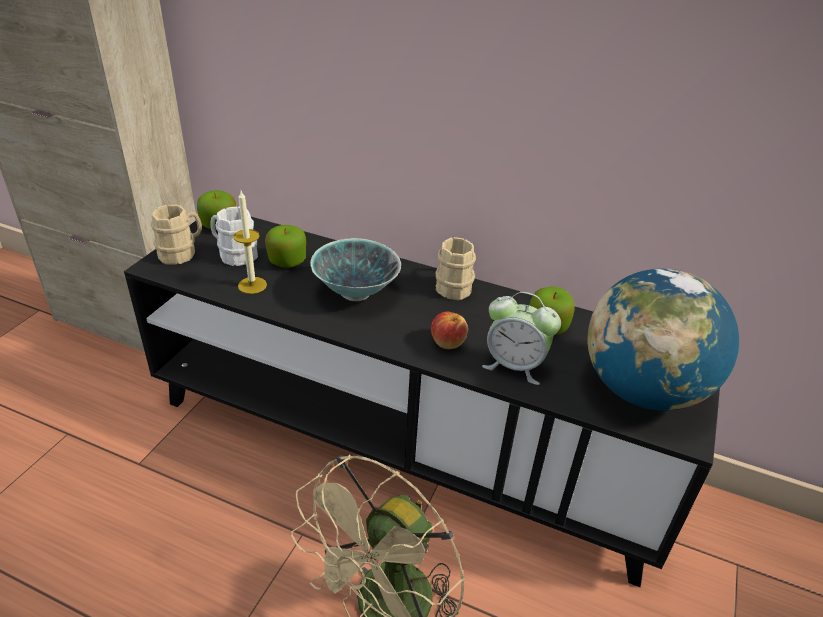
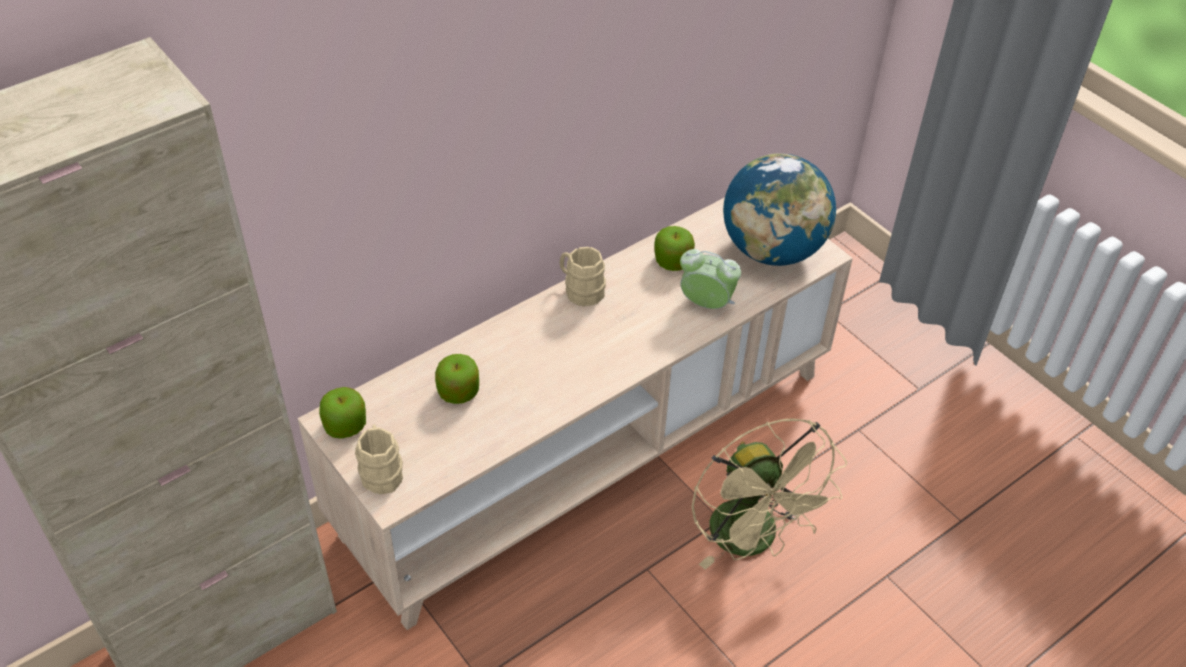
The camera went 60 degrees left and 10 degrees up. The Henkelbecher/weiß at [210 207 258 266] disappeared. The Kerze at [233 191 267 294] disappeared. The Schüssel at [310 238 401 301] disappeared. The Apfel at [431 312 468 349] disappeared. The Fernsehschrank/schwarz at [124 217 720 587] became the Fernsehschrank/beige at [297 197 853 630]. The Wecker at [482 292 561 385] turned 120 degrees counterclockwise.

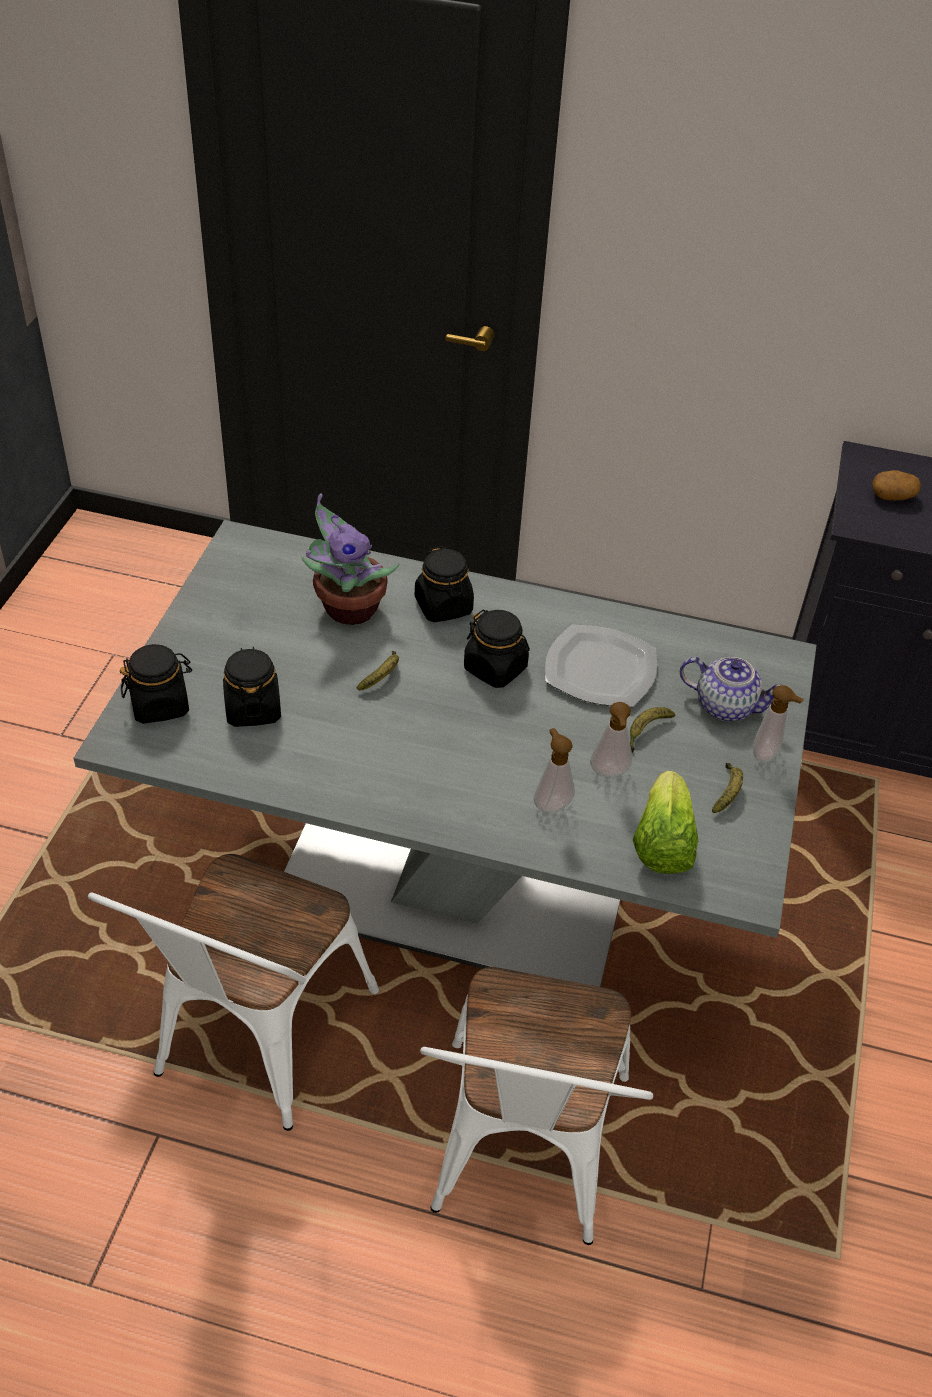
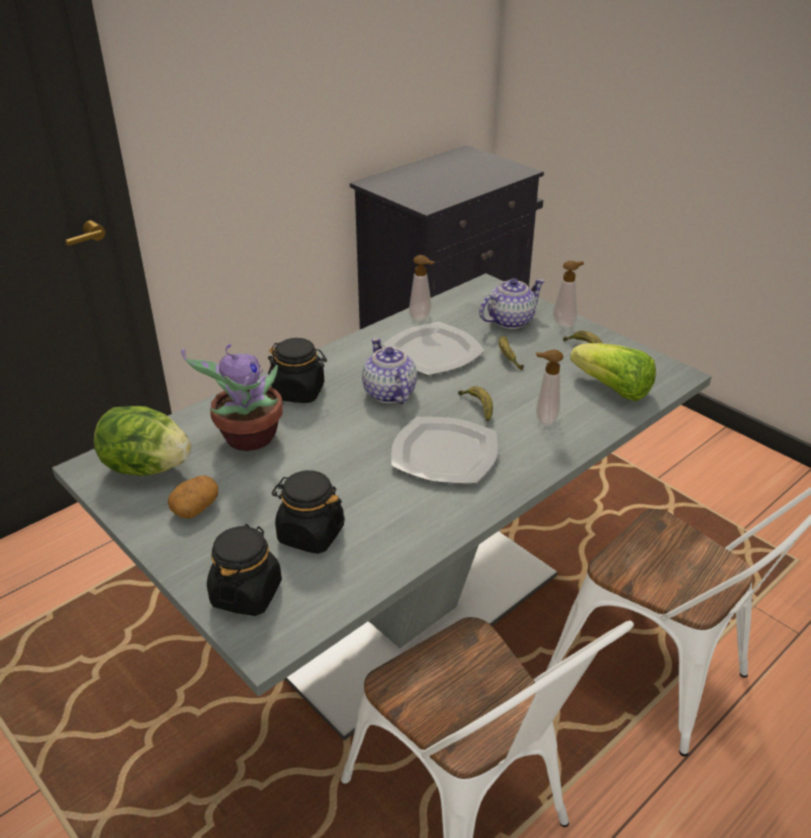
The camera went 55 degrees left and 10 degrees down. The Salatkopf at [94 406 191 476] appeared. The Teller at [391 417 498 484] appeared. The Banane moved from [357 651 399 690] to [458 386 493 422]. The Seifenspender moved from [590 702 633 777] to [409 255 434 322]. The Kartoffel moved from [872 470 921 500] to [168 475 218 518]. The Vorratsglas/schwarz at [464 610 530 688] was replaced by the Teekanne at [362 338 417 404].

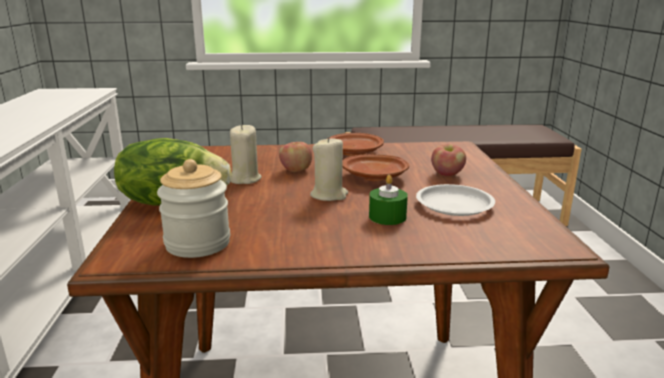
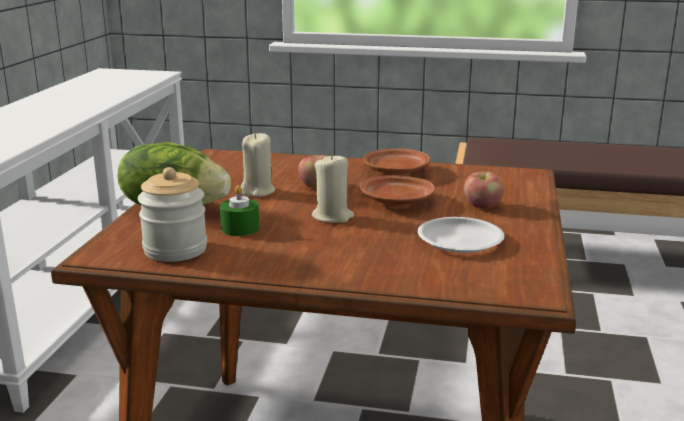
The camera went 15 degrees right and 0 degrees up. The Kerze/grün moved from [369 175 408 225] to [220 185 260 236].

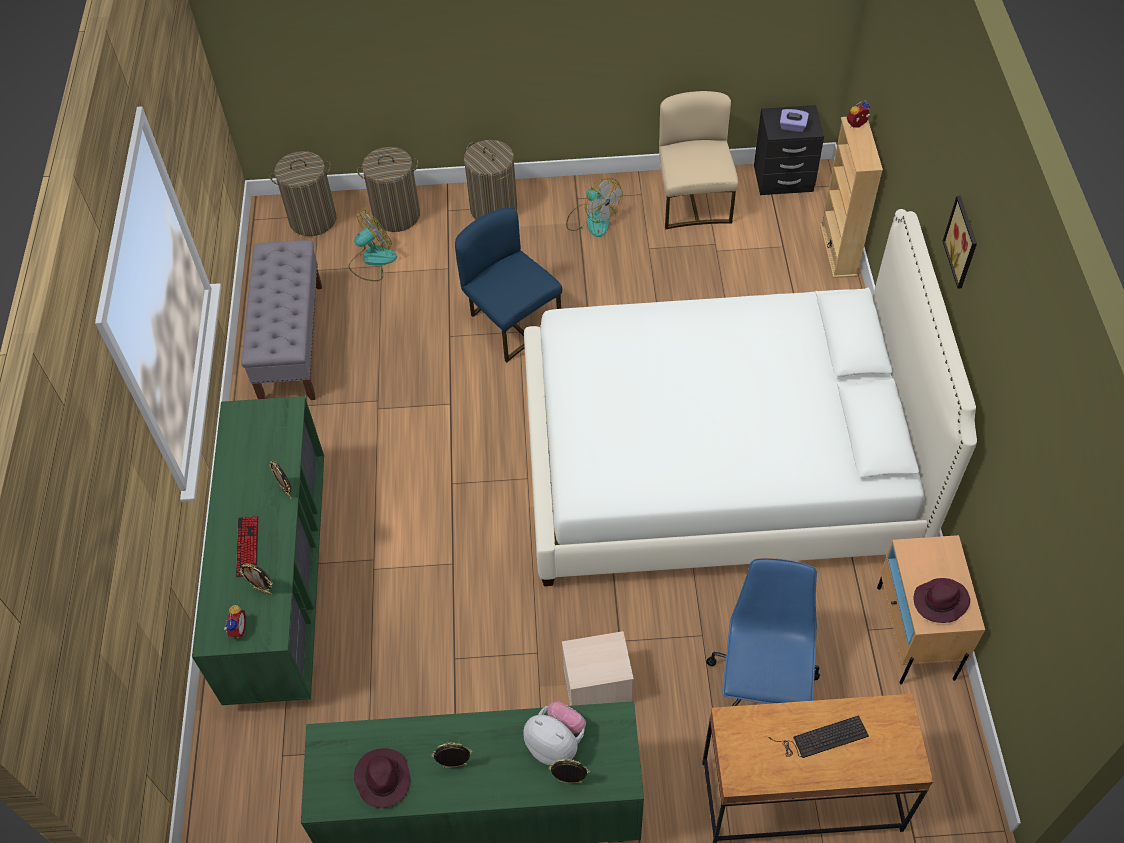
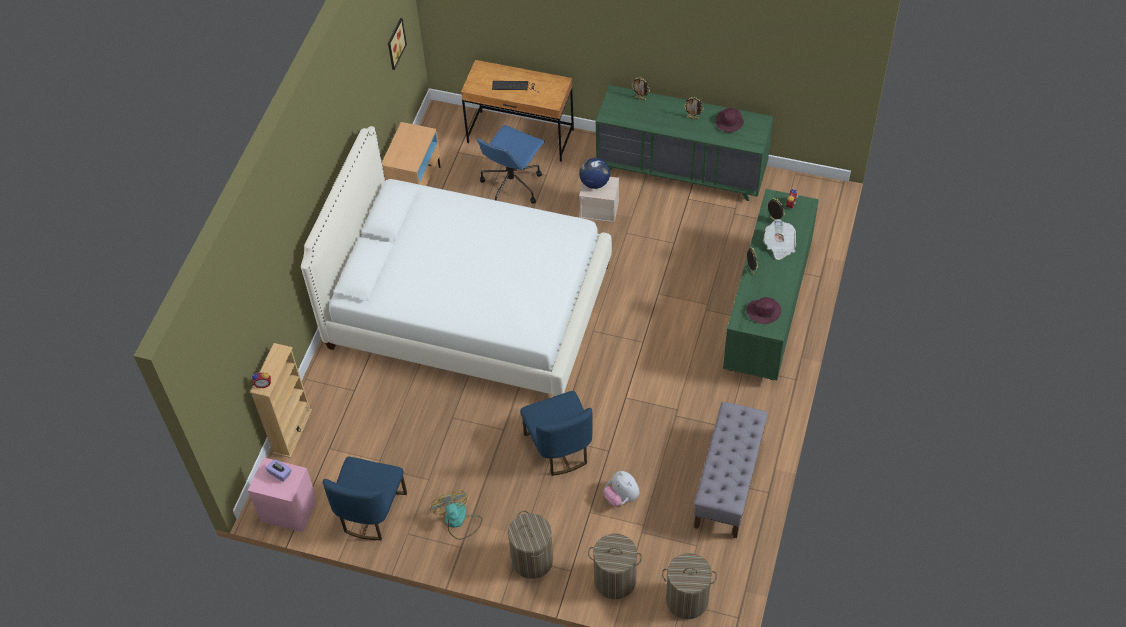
The camera went 160 degrees left and 0 degrees up. The Ventilator at [349 210 397 281] disappeared. The Globus at [579 158 610 189] appeared. The Plüschtier moved from [523 701 586 766] to [603 471 639 507]. The Hut/lila moved from [913 578 970 623] to [747 297 781 324]. The Bild moved from [943 196 977 288] to [388 18 407 70]. The Tastatur at [236 516 259 577] was replaced by the Zeitung at [764 219 796 260]. The Stuhl/beige at [659 91 738 229] became the Stuhl/blau at [323 457 407 540]. The Nachttisch/schwarz at [754 105 824 195] became the Nachttisch/rosa at [248 457 317 532].

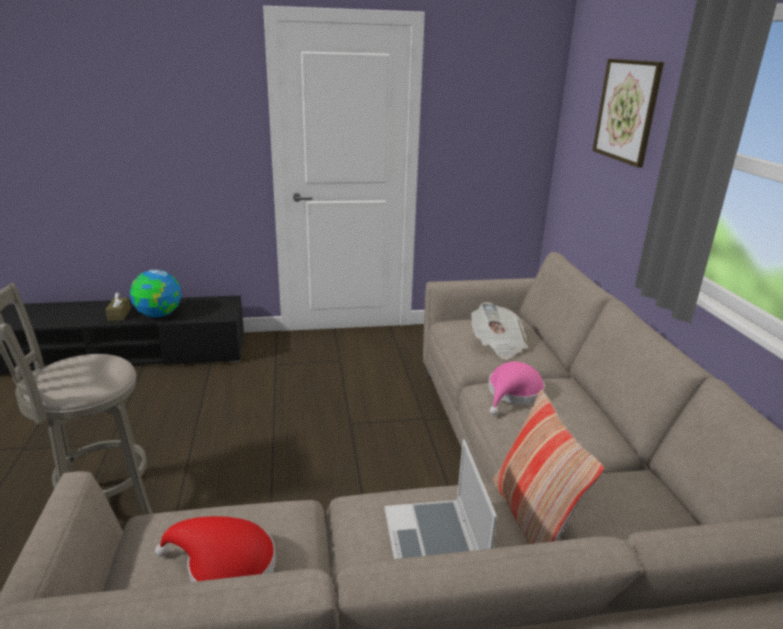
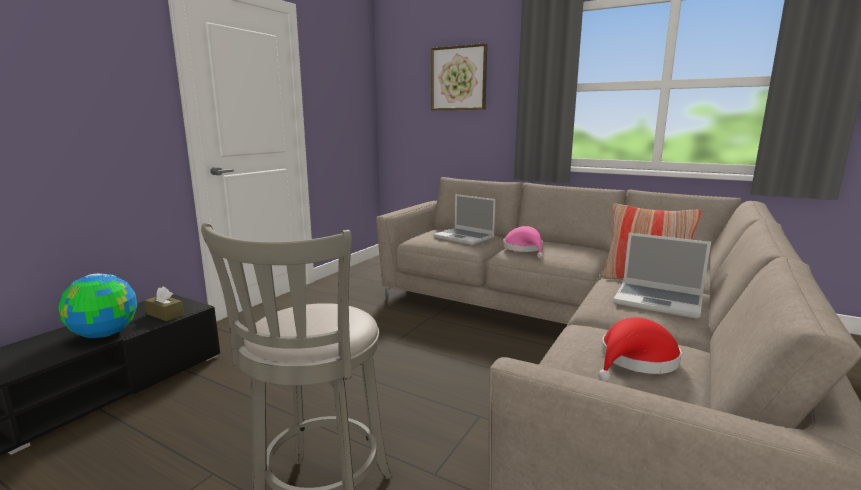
The camera went 50 degrees left and 10 degrees down. The Taschentuchbox/braun moved from [105 292 131 321] to [145 286 184 321]. The Zeitung at [471 302 528 360] was replaced by the Laptop at [433 194 496 245].

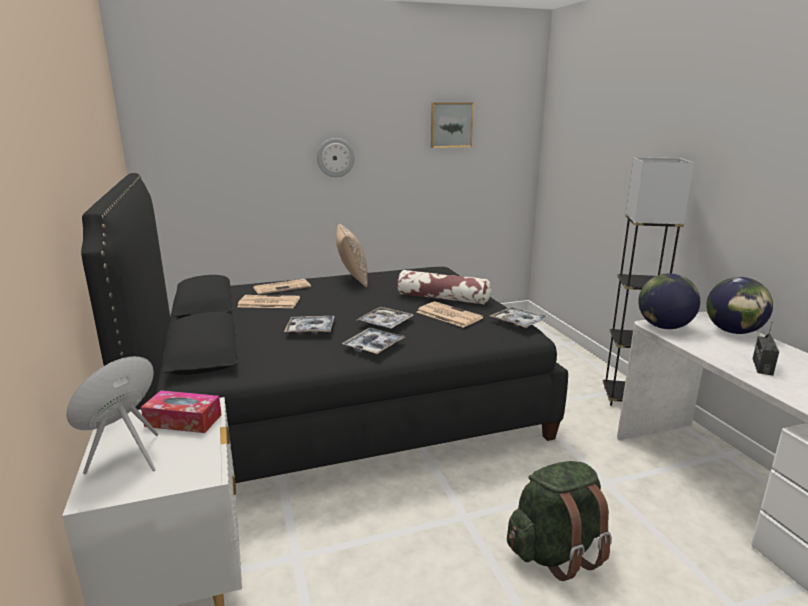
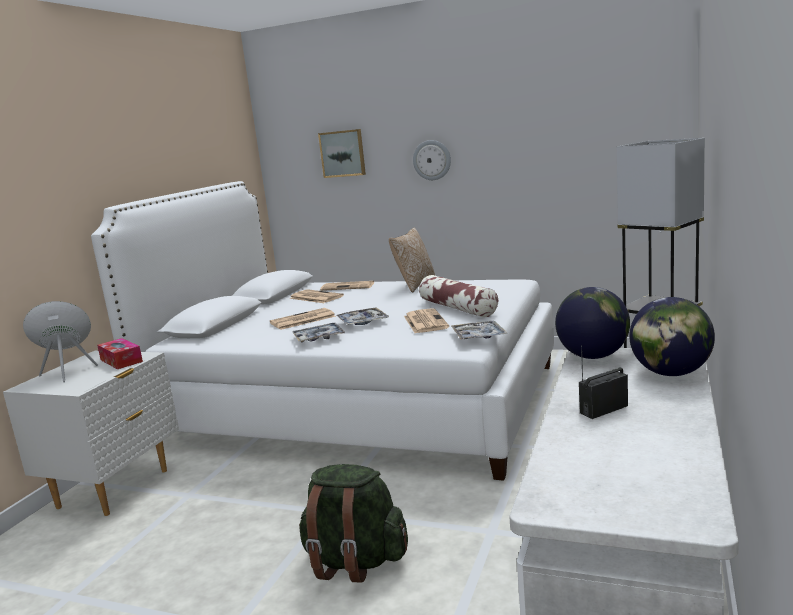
The camera went 40 degrees right and 5 degrees down. The Bild moved from [431 103 474 148] to [318 129 366 178]. The Tablett at [284 316 335 334] was replaced by the Zeitung at [270 308 336 330]. The Bett/schwarz at [81 173 568 483] became the Bett/weiß at [91 181 554 481].

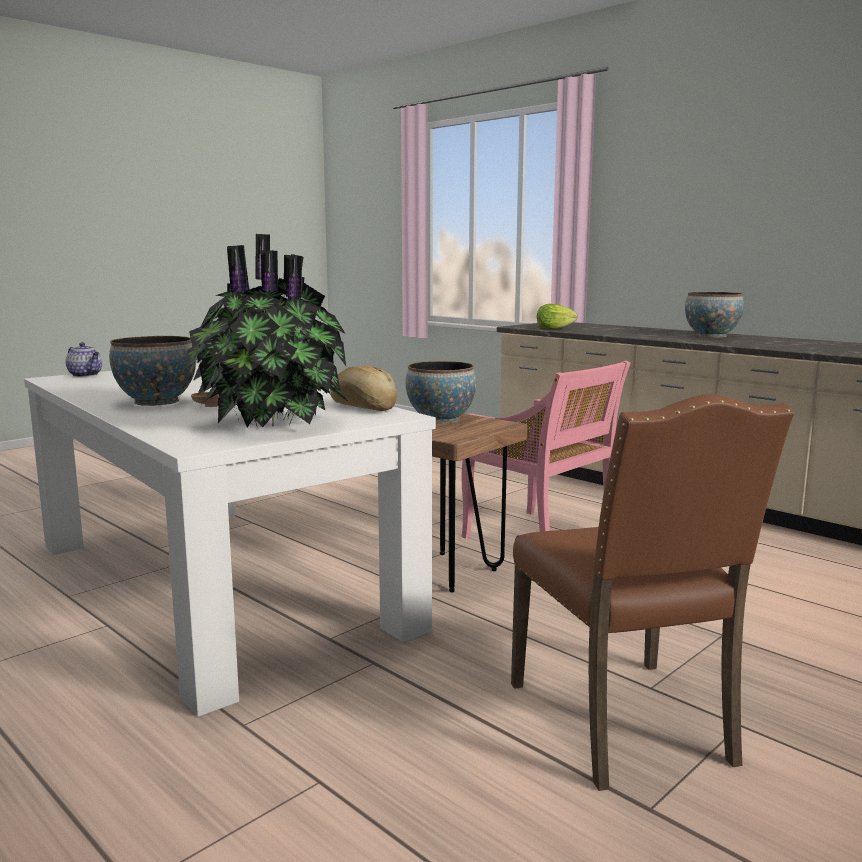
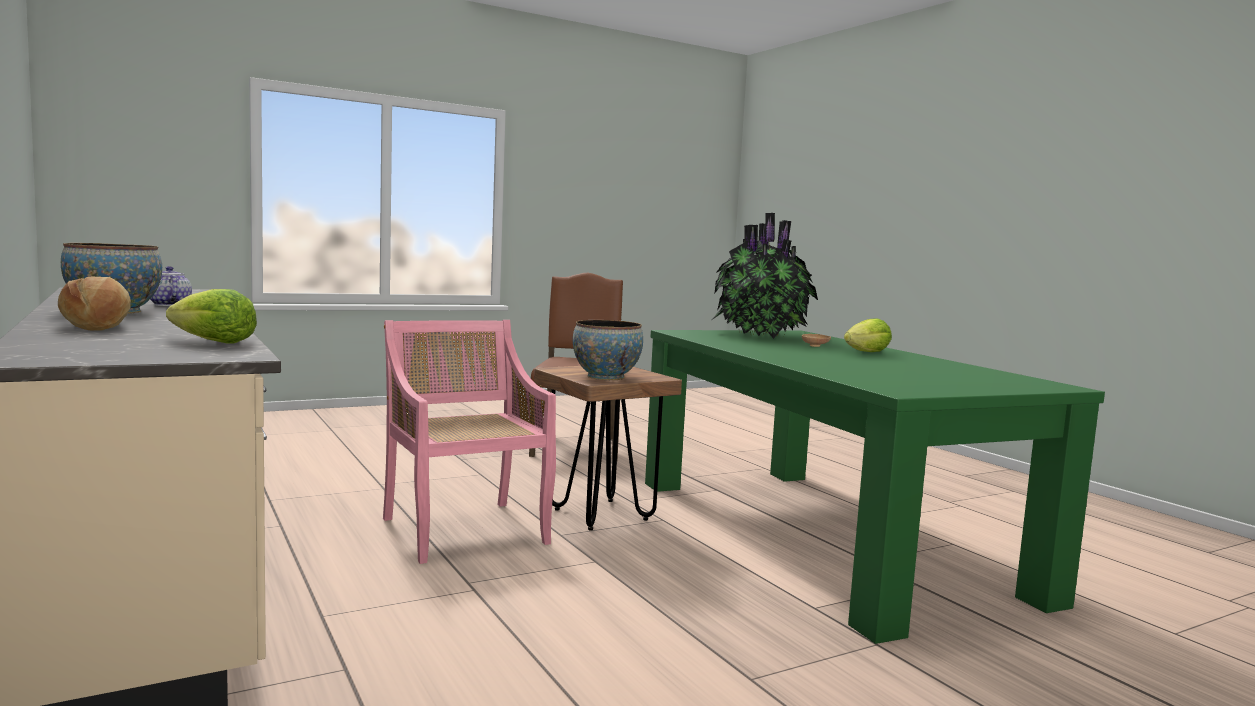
The camera went 165 degrees left and 5 degrees down. The Teekanne moved from [65 342 102 377] to [150 266 192 306]. The Brot moved from [330 366 397 411] to [58 277 131 330]. The Schüssel at [109 336 196 406] was replaced by the Salatkopf at [844 318 892 352]. The Esstisch/weiß at [24 363 436 717] became the Esstisch/grün at [645 330 1105 644].

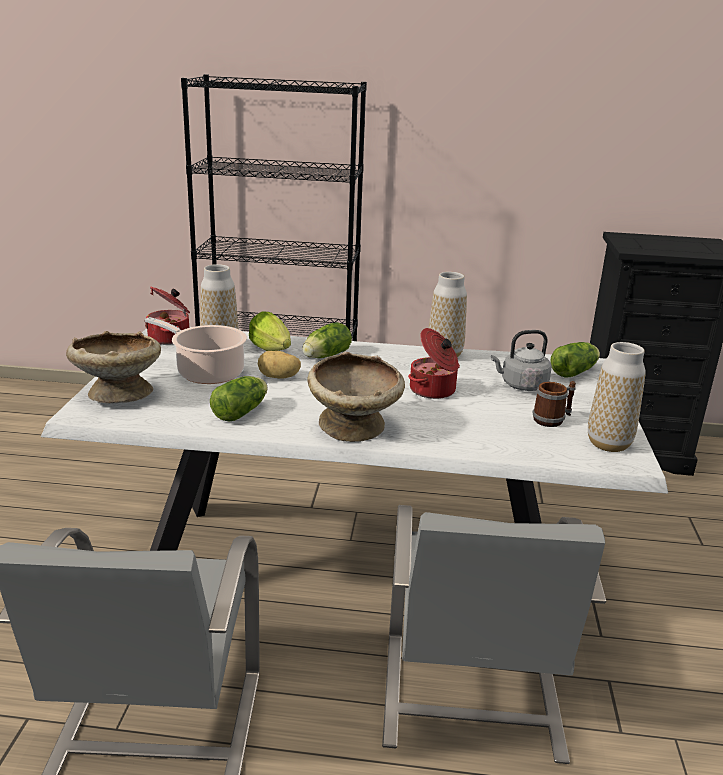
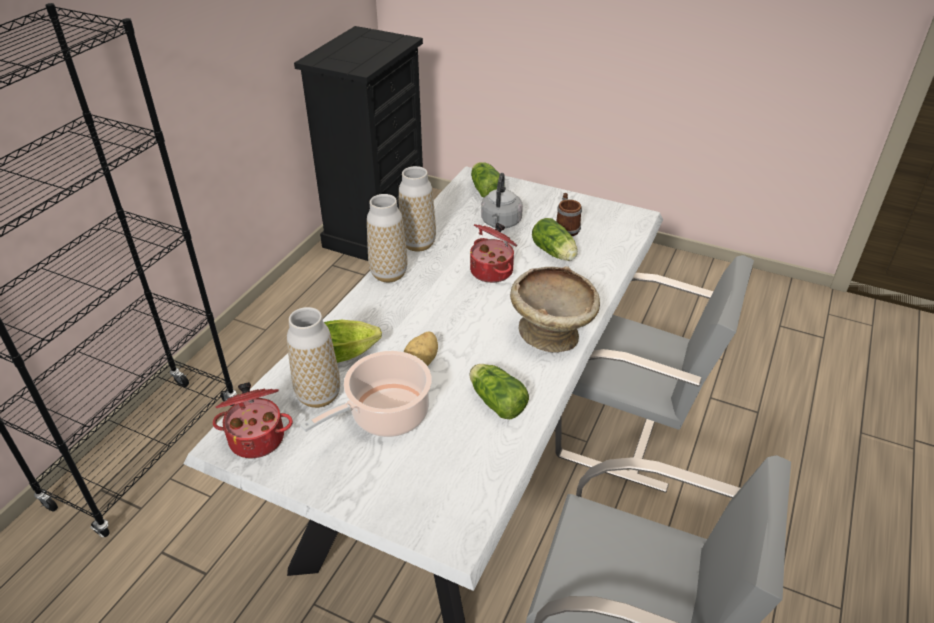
The camera went 70 degrees left and 15 degrees up. The Schüssel/beige at [66 331 161 404] disappeared. The Salatkopf moved from [303 322 352 358] to [532 218 578 261]. The Vase moved from [588 342 646 452] to [367 194 407 282].

